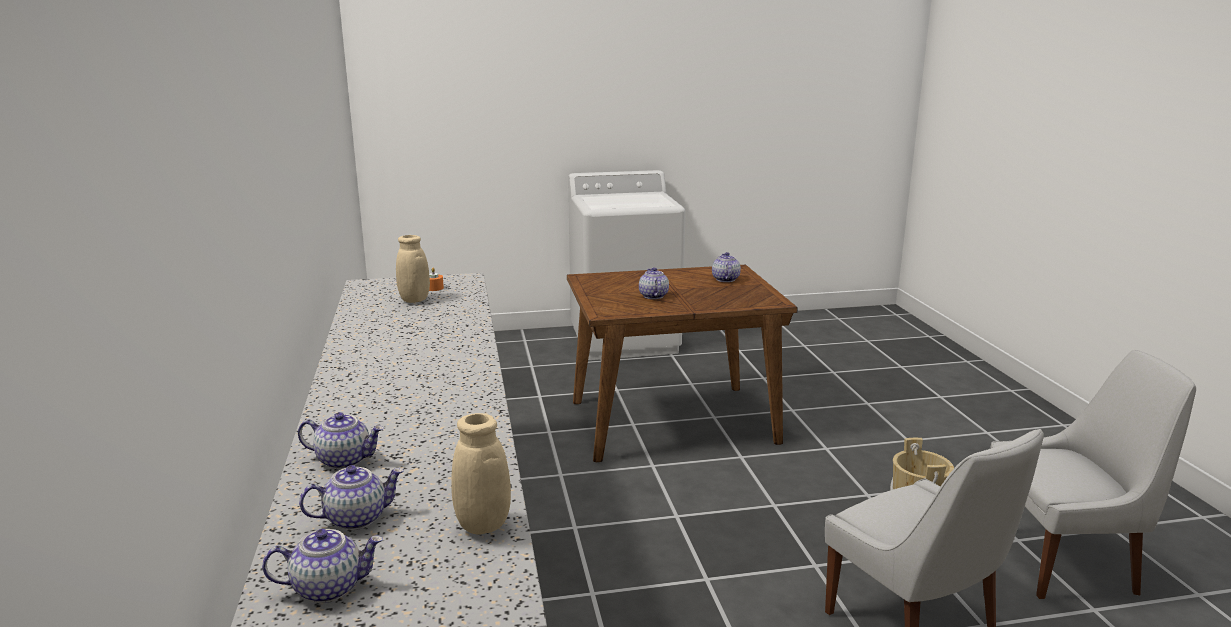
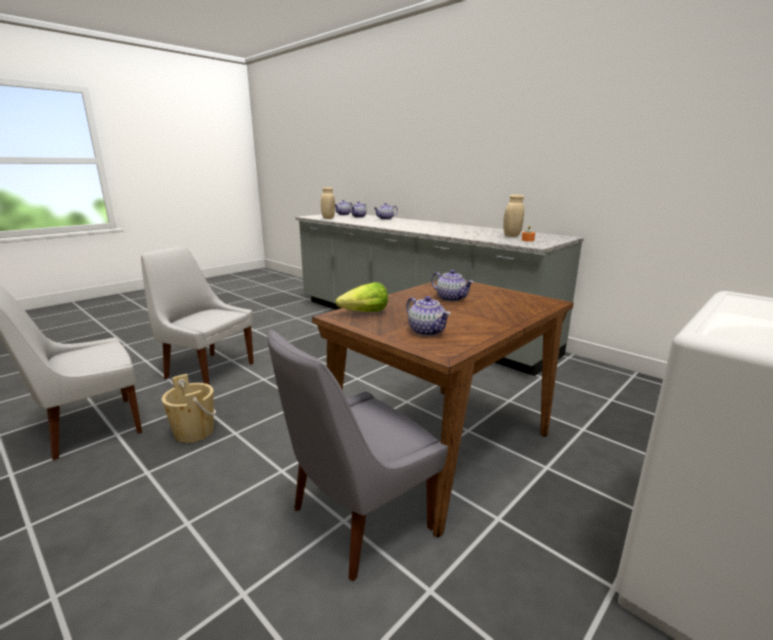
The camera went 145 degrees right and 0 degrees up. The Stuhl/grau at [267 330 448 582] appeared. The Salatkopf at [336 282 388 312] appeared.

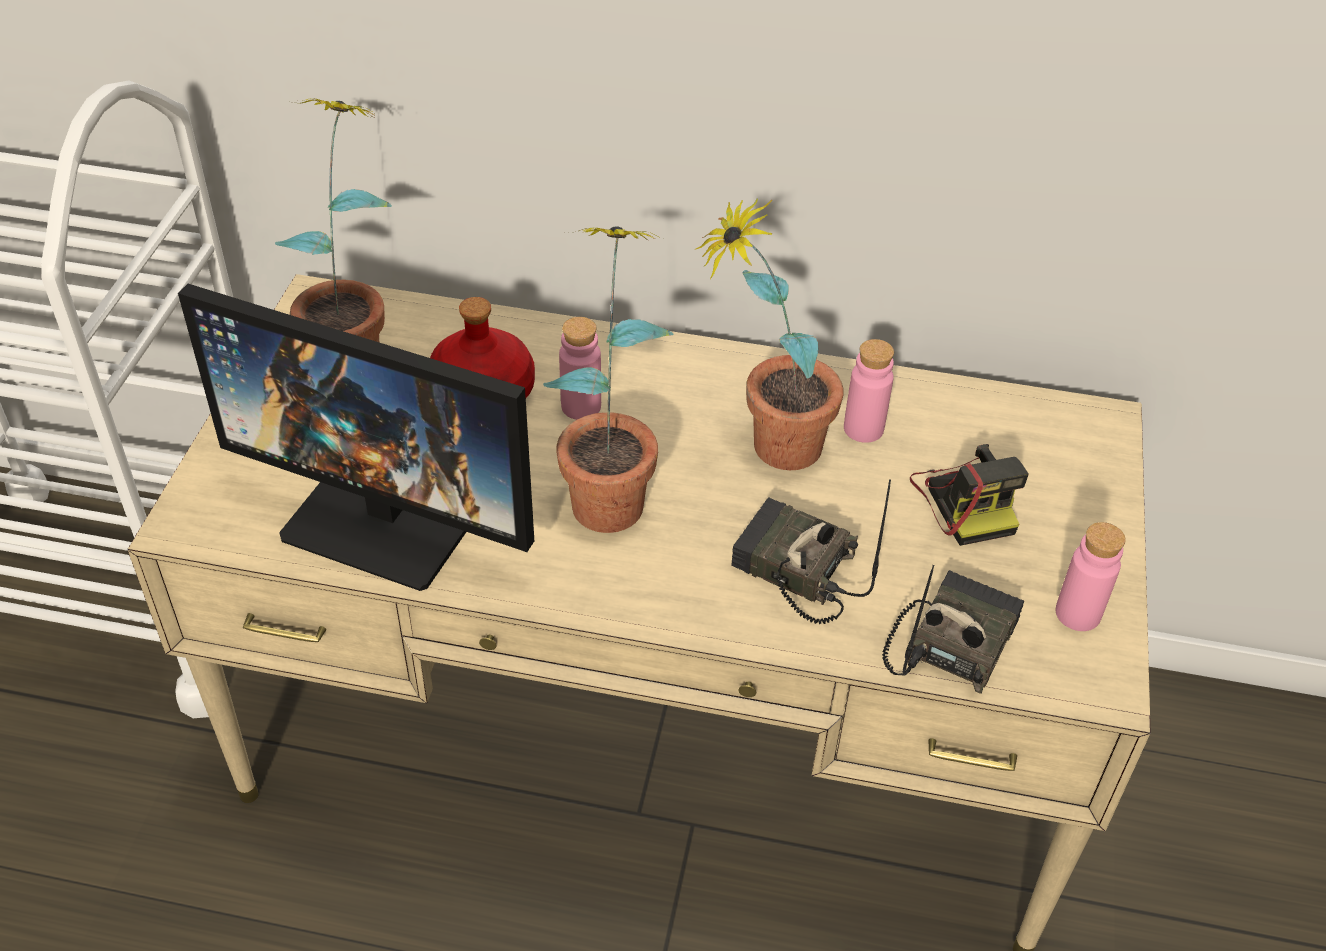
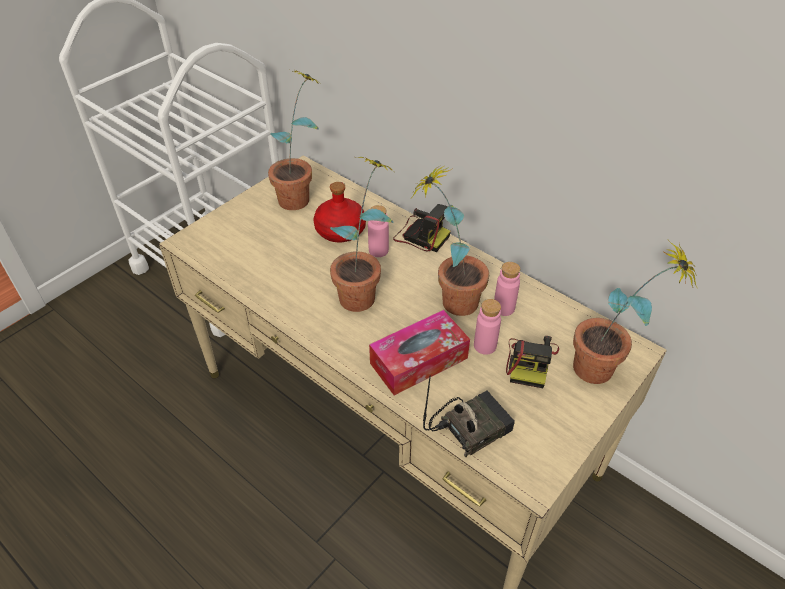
The camera went 30 degrees right and 0 degrees up. The Monitor at [178 284 534 591] disappeared. The Kamera at [393 204 451 252] appeared. The Topfpflanze at [573 240 698 384] appeared. The Flasche/rosa moved from [1055 522 1126 631] to [474 299 501 355]. The Radio at [731 479 891 624] was replaced by the Taschentuchbox at [369 310 470 395].

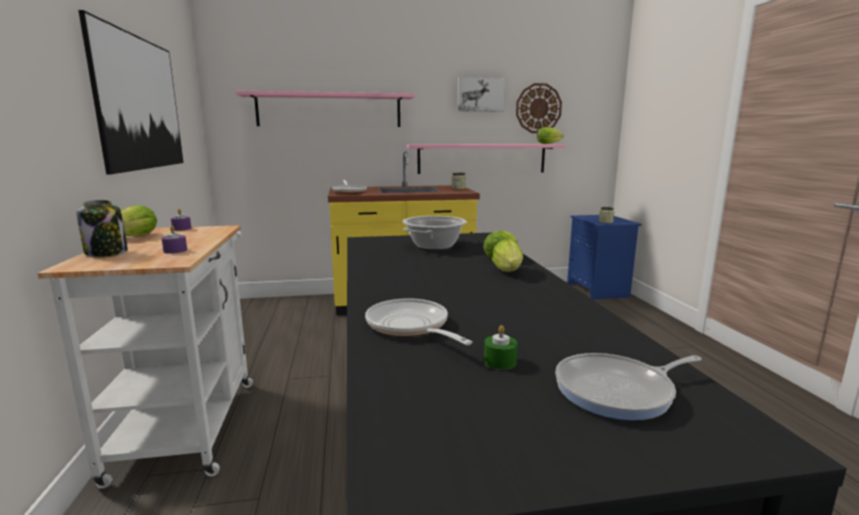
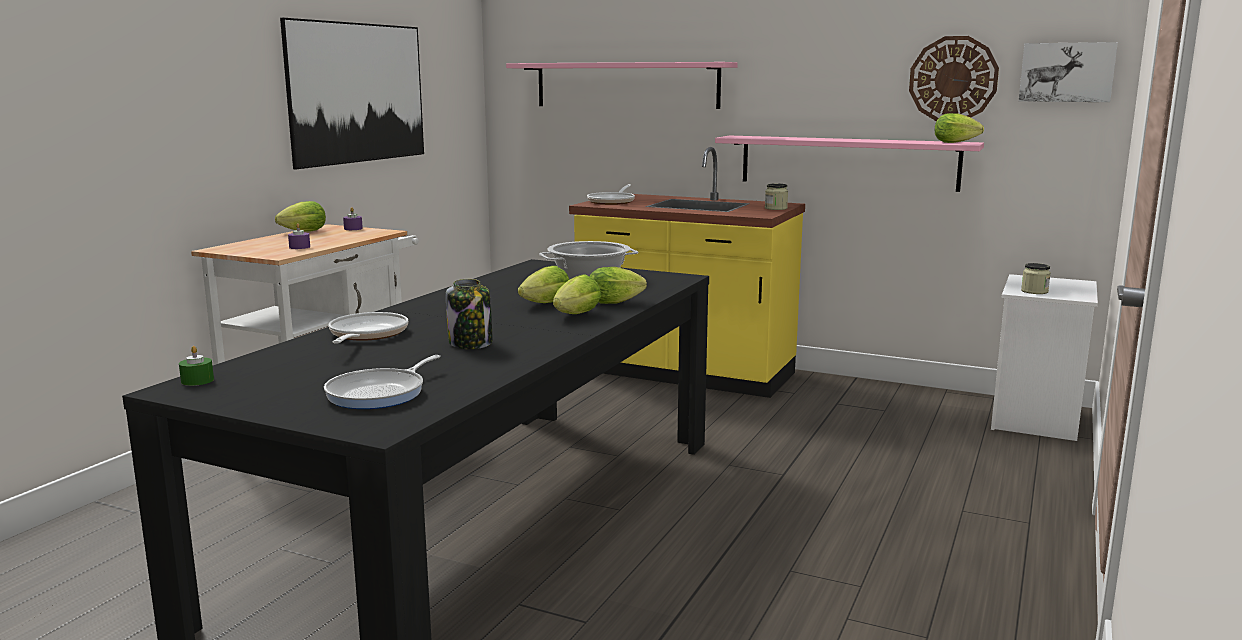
The camera went 35 degrees right and 0 degrees up. The Salatkopf at [518 266 569 303] appeared. The Vorratsglas moved from [76 200 128 257] to [446 279 493 349]. The Bild moved from [458 77 505 112] to [1019 42 1118 102]. The Kerze/grün moved from [484 325 518 370] to [179 346 214 386]. The Nachttisch/blau at [567 215 642 300] became the Nachttisch/weiß at [991 274 1098 441]. The Pfanne at [555 353 702 421] turned 75 degrees counterclockwise.

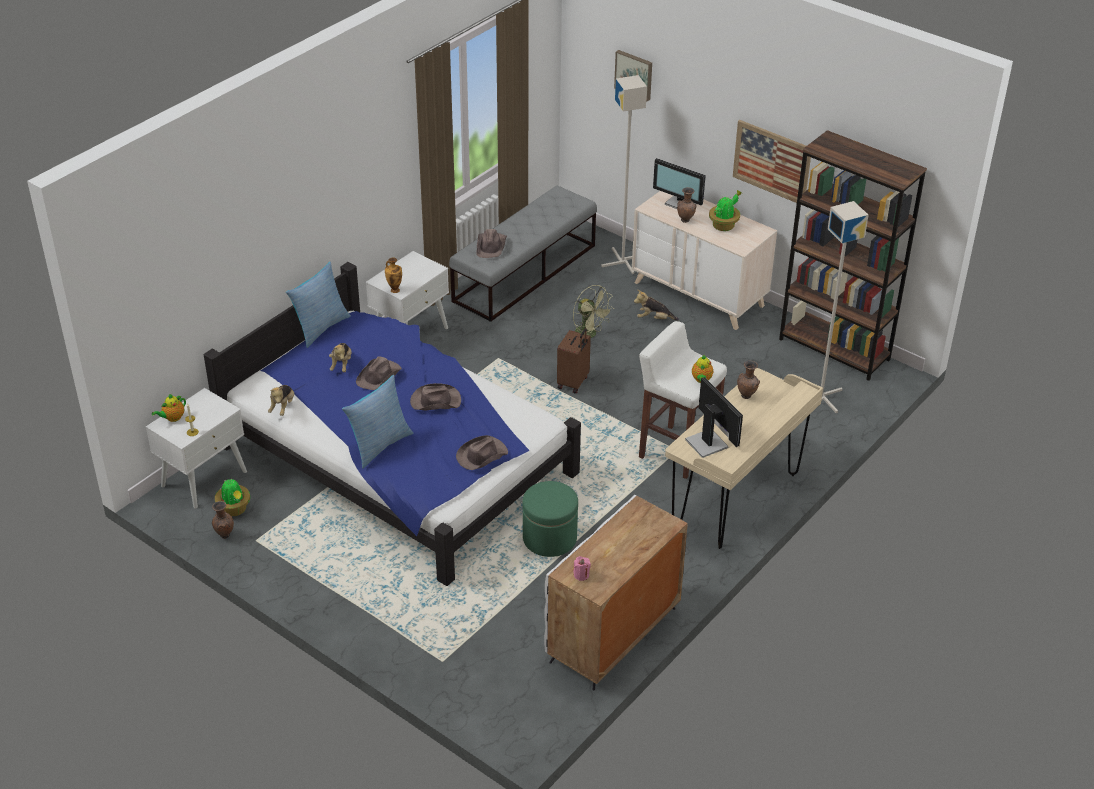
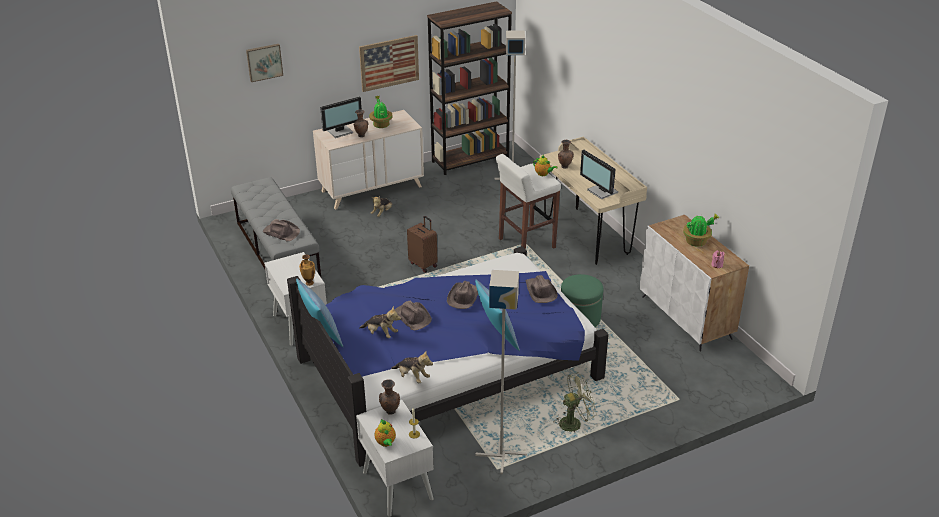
The camera went 65 degrees left and 5 degrees down. The Vase/braun moved from [212 501 234 539] to [379 379 400 415]. The Topfpflanze moved from [215 478 250 516] to [683 214 719 247]. The Ventilator/grün moved from [573 285 614 338] to [554 373 597 435]. The Stehlampe/grau moved from [601 75 647 274] to [476 270 527 474]. The Monitor at [685 377 743 458] turned 120 degrees counterclockwise.

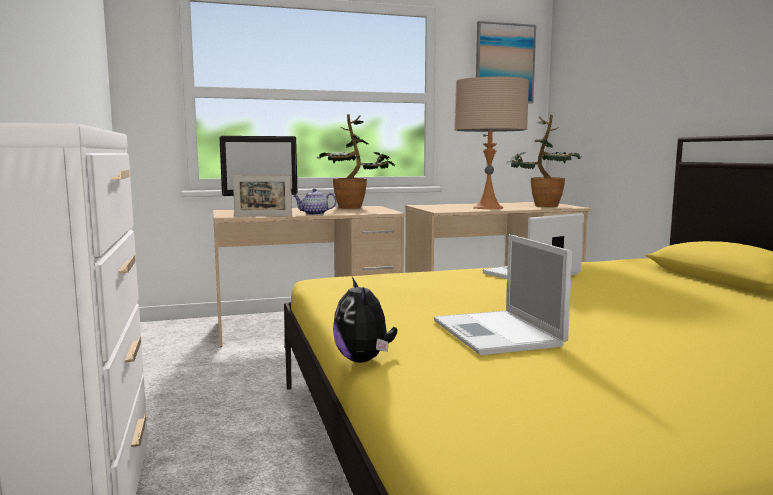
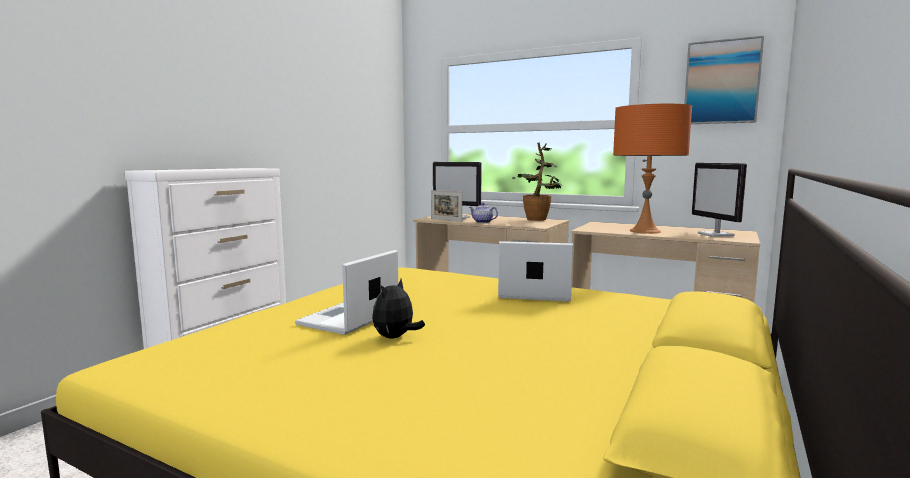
The camera went 45 degrees right and 0 degrees up. The Plüschtier moved from [333 277 397 363] to [372 279 425 339]. The Topfpflanze at [506 115 582 207] was replaced by the Monitor at [692 163 747 237]. The Tischlampe/beige at [454 76 529 209] became the Tischlampe/orange at [613 104 692 234].

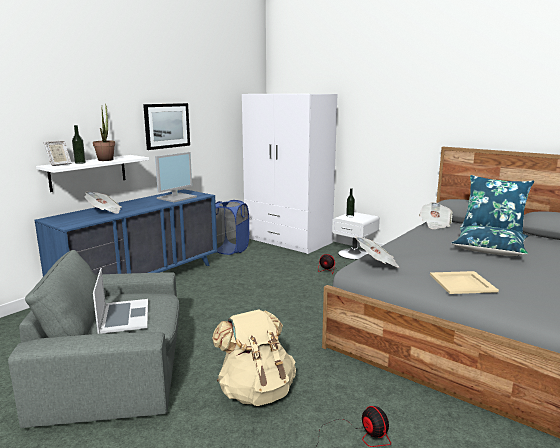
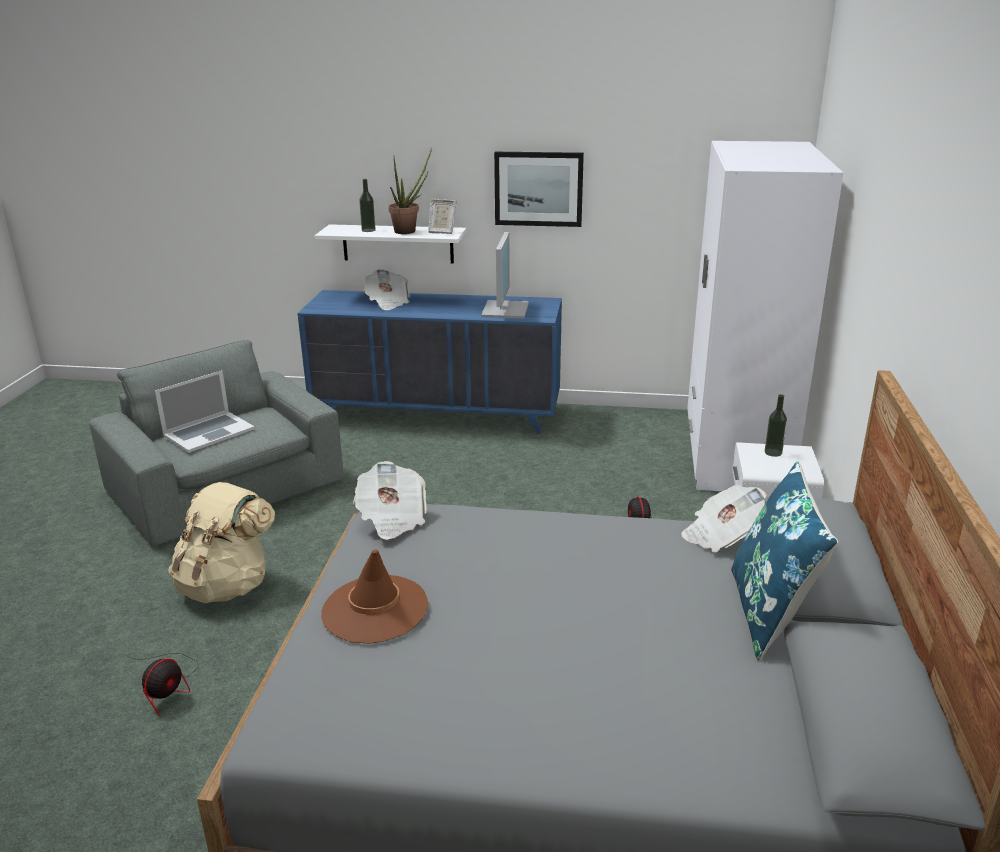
The camera went 60 degrees right and 10 degrees up. The Wäschekorb/blau at [216 200 249 255] disappeared. The Kissen/blau at [451 225 528 256] disappeared. The Bilderrahmen moved from [43 141 71 166] to [428 199 457 234]. The Tablett/beige at [430 271 499 294] was replaced by the Hut/braun at [321 550 428 644]. The Monitor at [155 152 197 202] turned 90 degrees counterclockwise.

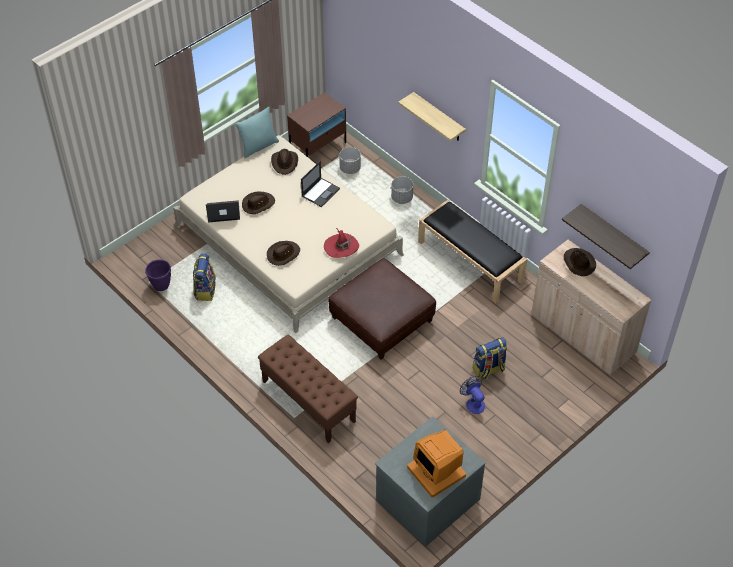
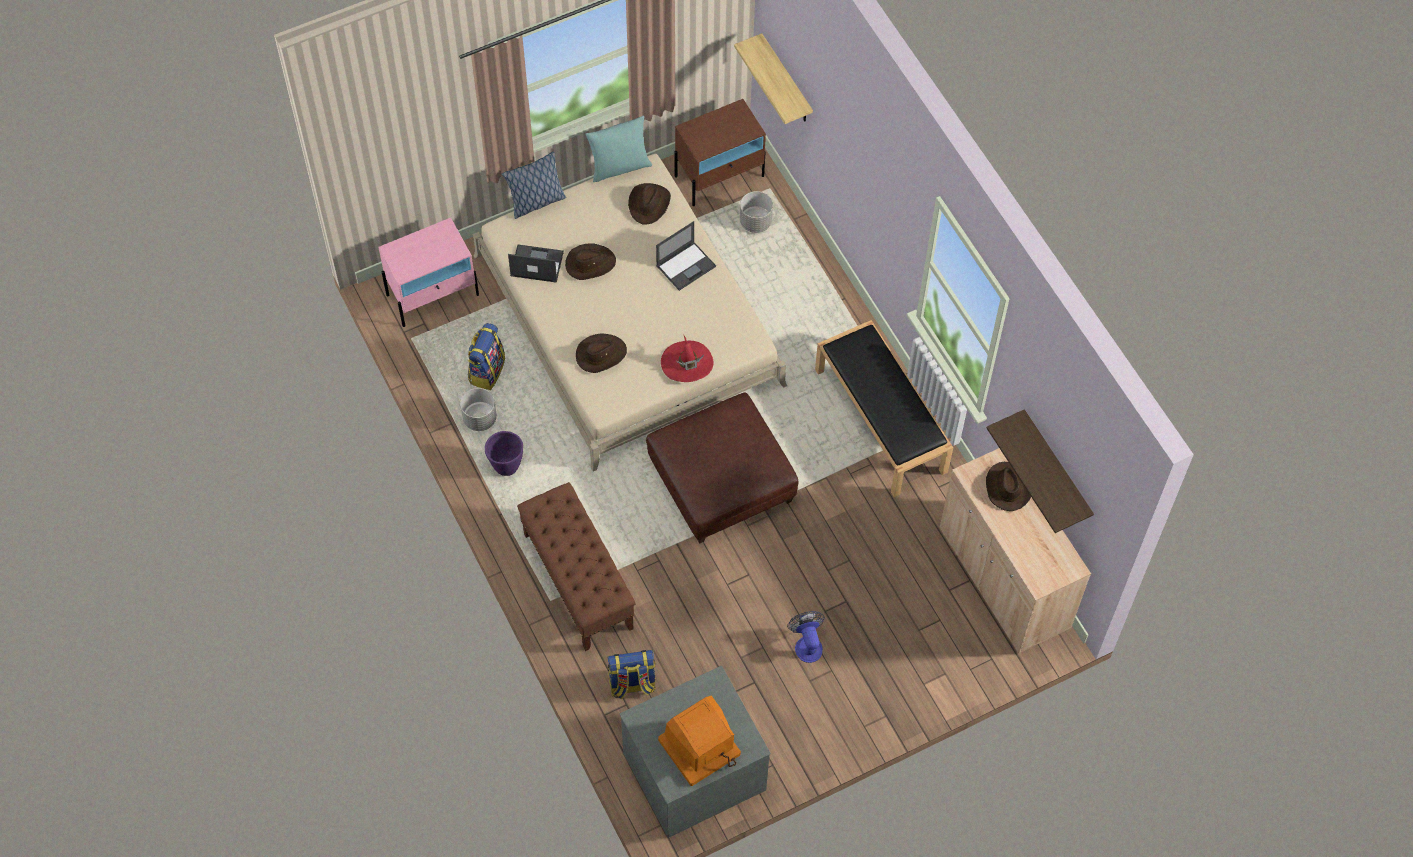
The camera went 15 degrees right and 10 degrees up. The Nachttisch/rosa at [378 218 479 327] appeared. The Kissen at [501 152 566 219] appeared. The Pflanzkübel/lila moved from [145 259 171 291] to [485 431 523 476]. The Pflanzkübel/grau moved from [391 176 413 204] to [460 388 497 431]. The Wandregal moved from [398 92 466 141] to [734 33 813 124]. The Rucksack moved from [473 337 507 379] to [607 650 656 699]. The Monitor at [407 430 466 498] turned 75 degrees clockwise.

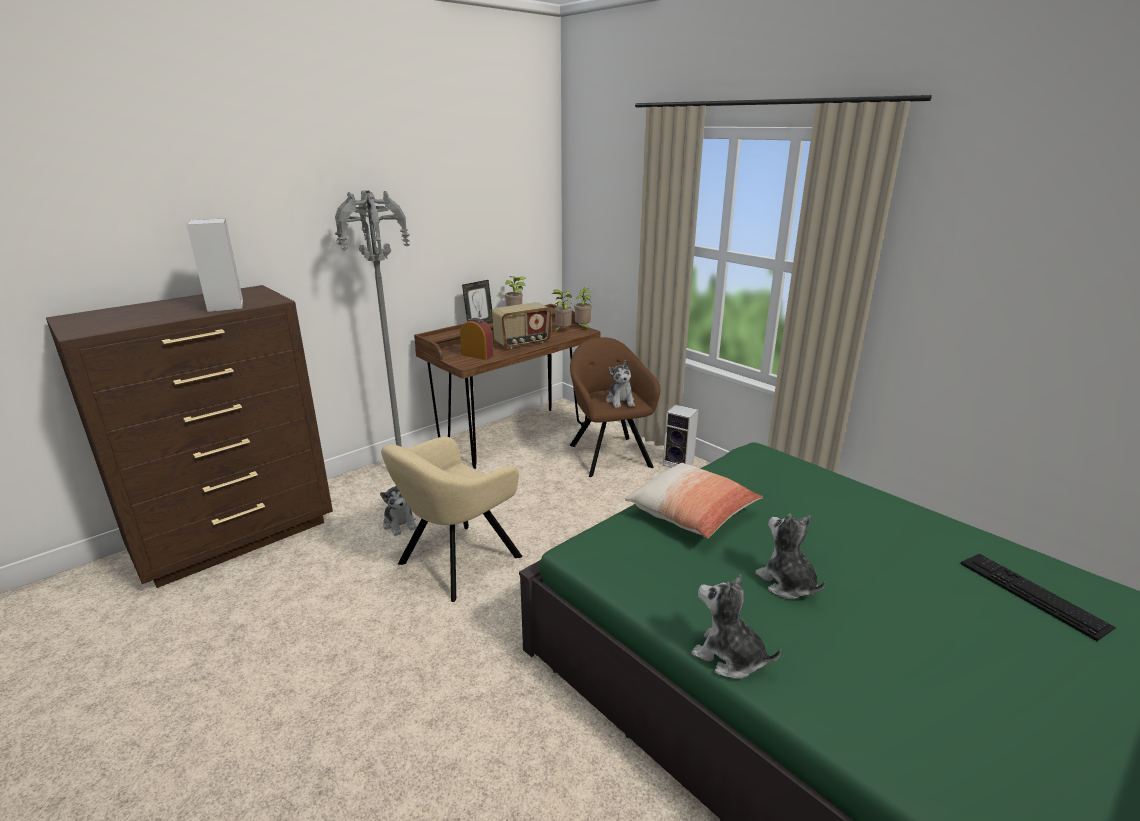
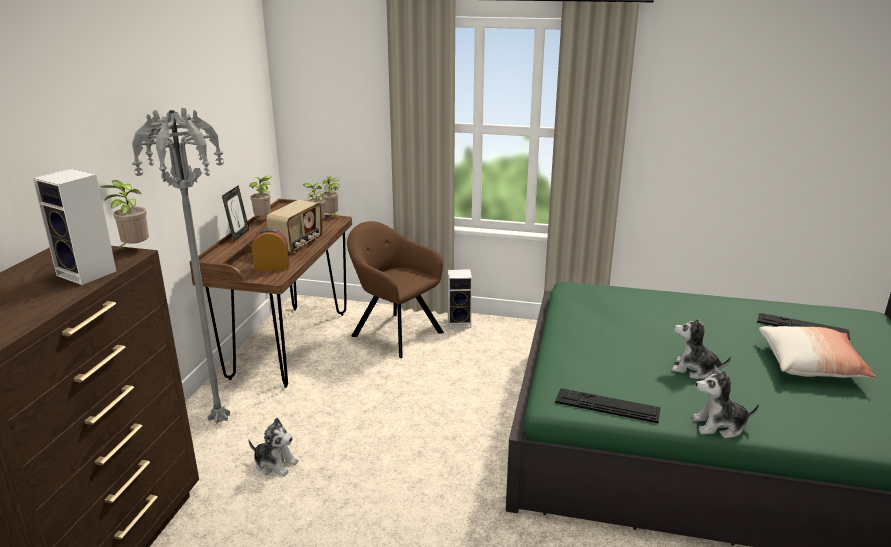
The camera went 35 degrees left and 0 degrees up. The Sessel/beige at [381 437 522 602] disappeared. The Plüschtier at [606 360 635 408] disappeared. The Topfpflanze at [100 180 149 251] appeared. The Tastatur at [555 388 661 423] appeared. The Kissen moved from [625 463 763 538] to [759 326 877 378].

